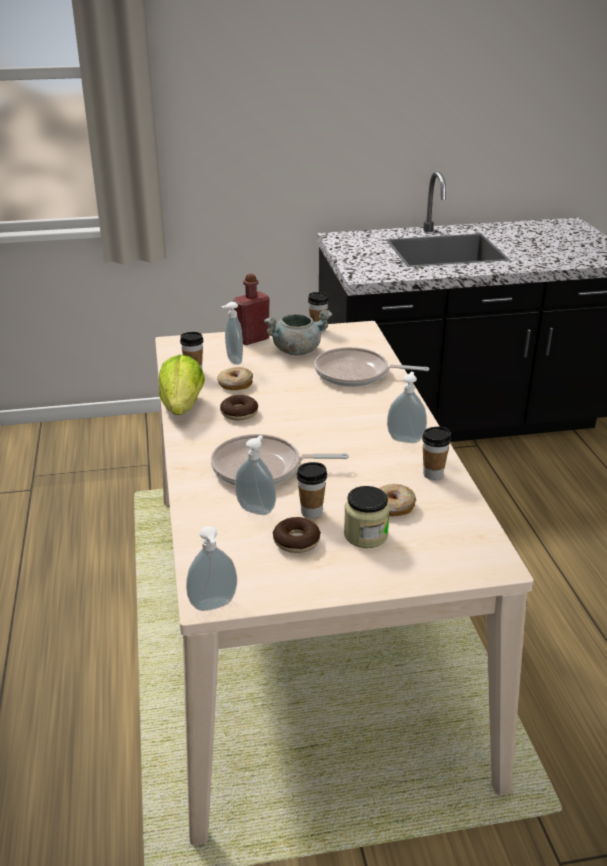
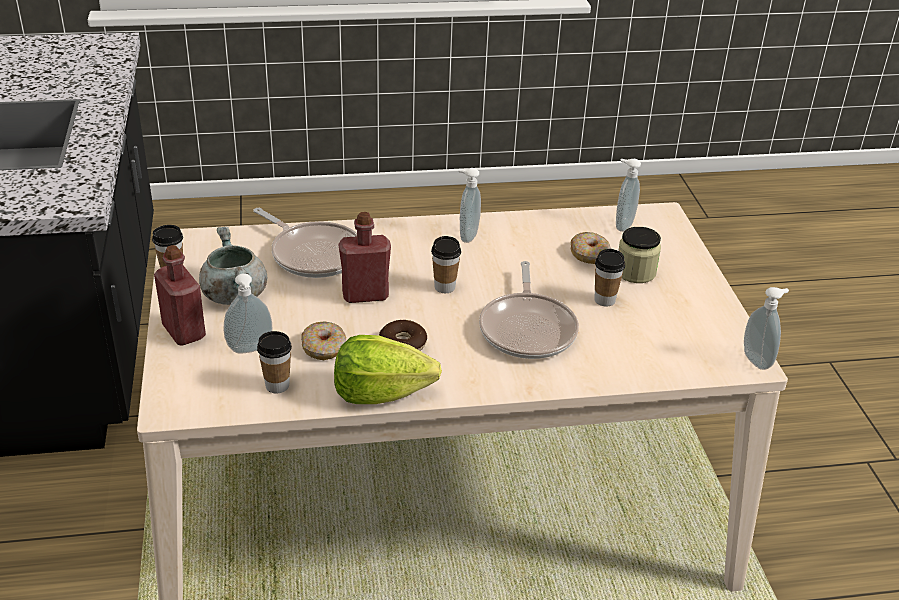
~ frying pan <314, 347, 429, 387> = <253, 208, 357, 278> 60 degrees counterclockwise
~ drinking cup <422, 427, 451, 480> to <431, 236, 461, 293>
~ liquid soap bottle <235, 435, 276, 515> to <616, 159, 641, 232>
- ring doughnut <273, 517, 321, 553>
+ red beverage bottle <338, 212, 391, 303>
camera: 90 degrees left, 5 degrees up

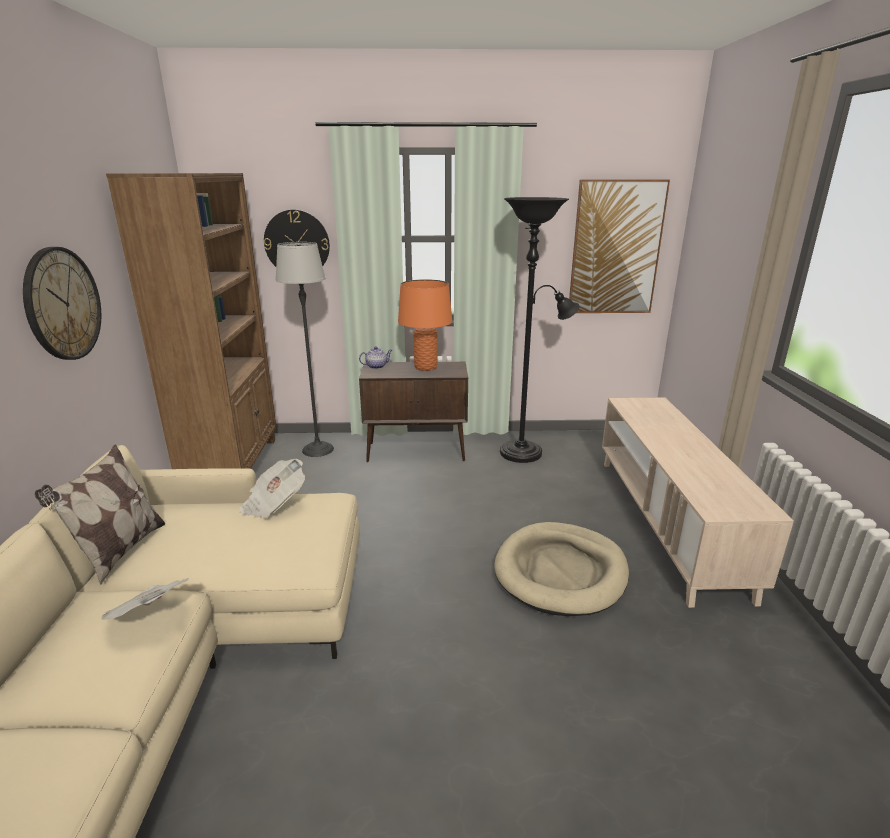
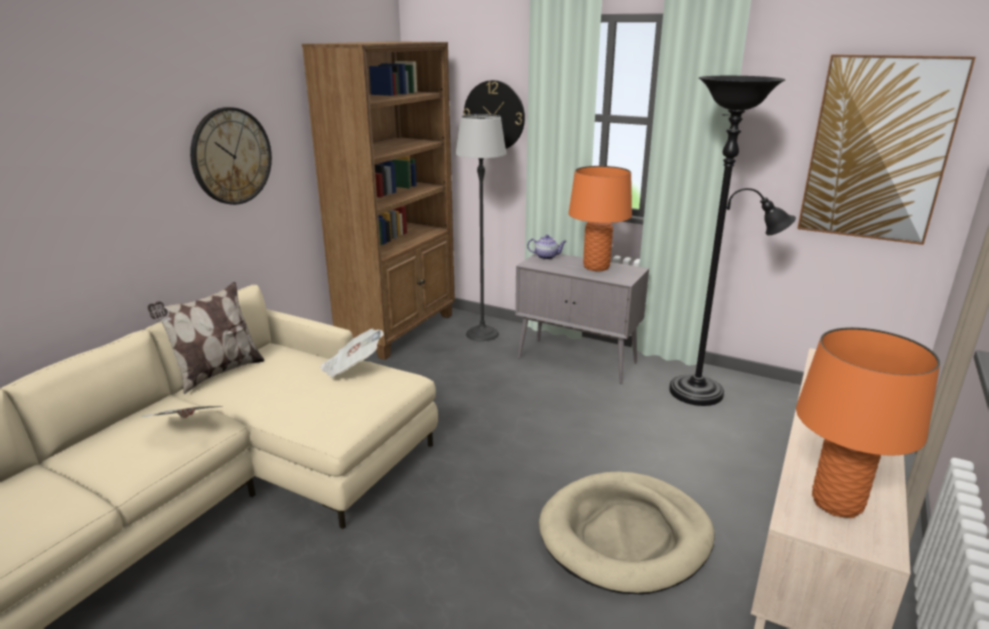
~ brown-coloured cupboard <359, 362, 468, 462> to greyish cupboard <515, 254, 649, 384>
+ orange lamp for a table <796, 327, 940, 518>
camera: 30 degrees right, 0 degrees up

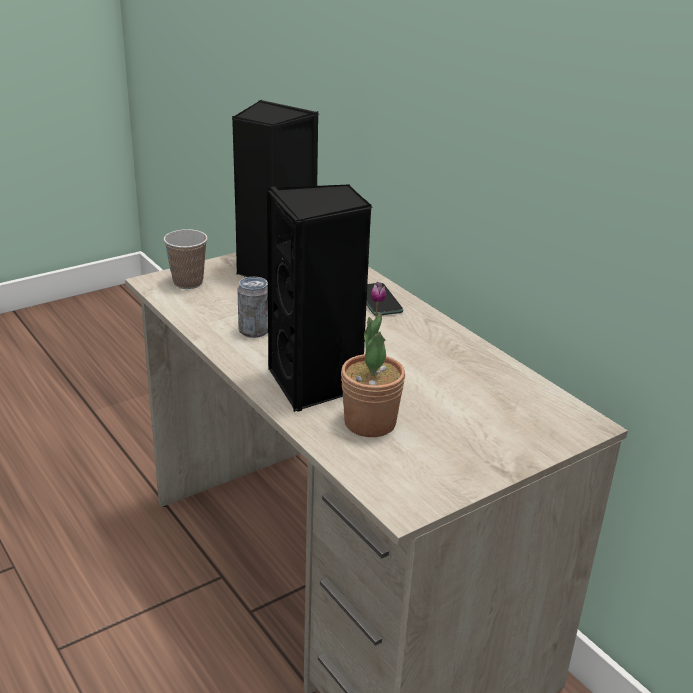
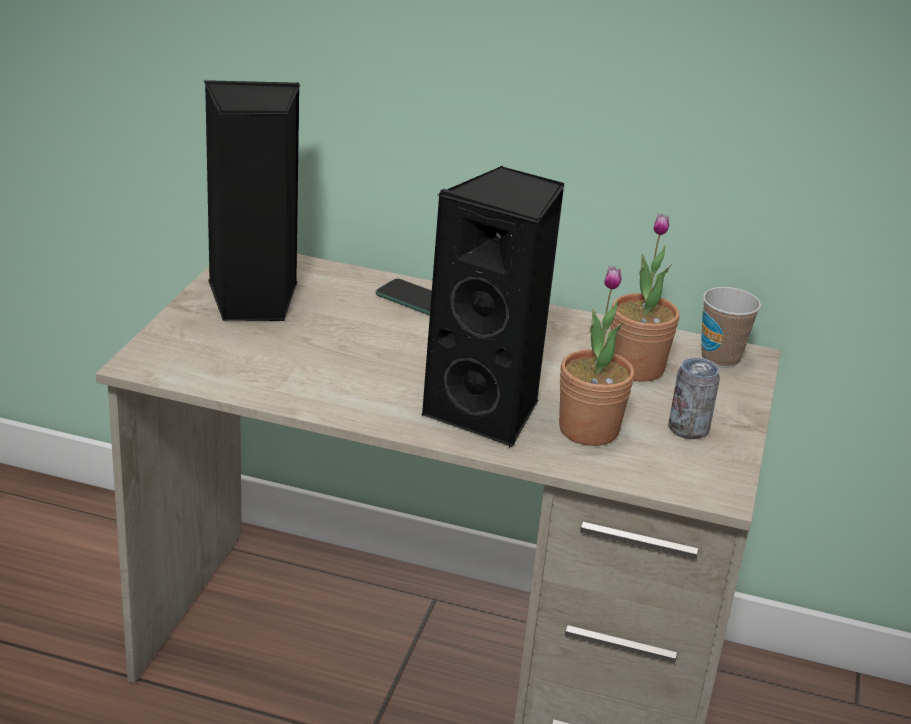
~ drinking cup <164, 229, 208, 289> to <701, 287, 761, 368>
~ metal can <237, 277, 268, 338> to <668, 358, 720, 439>
+ plant in a pot <610, 213, 680, 382>
camera: 40 degrees left, 0 degrees up

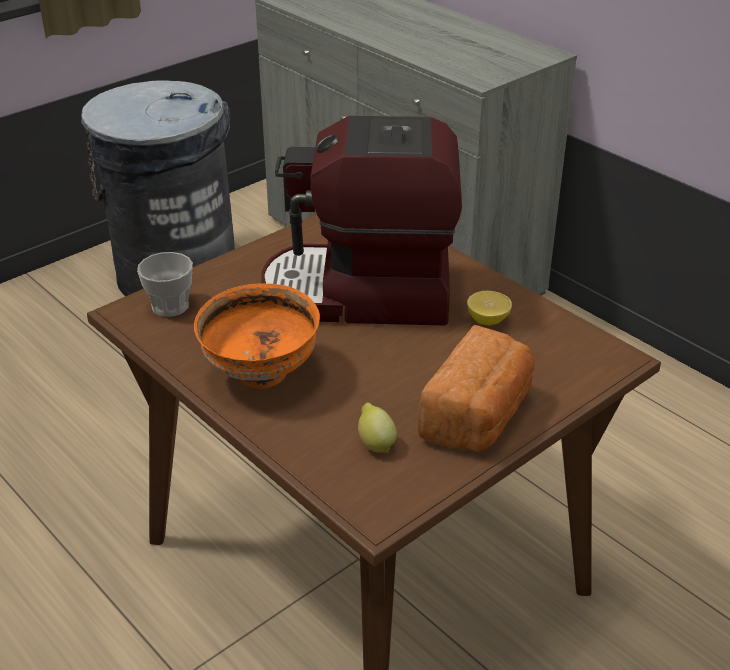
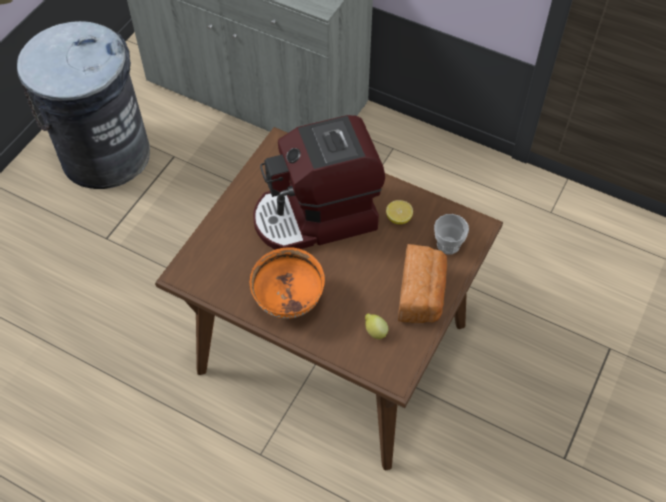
~ drinking cup <137, 252, 193, 317> to <434, 214, 469, 255>
camera: 20 degrees left, 20 degrees up

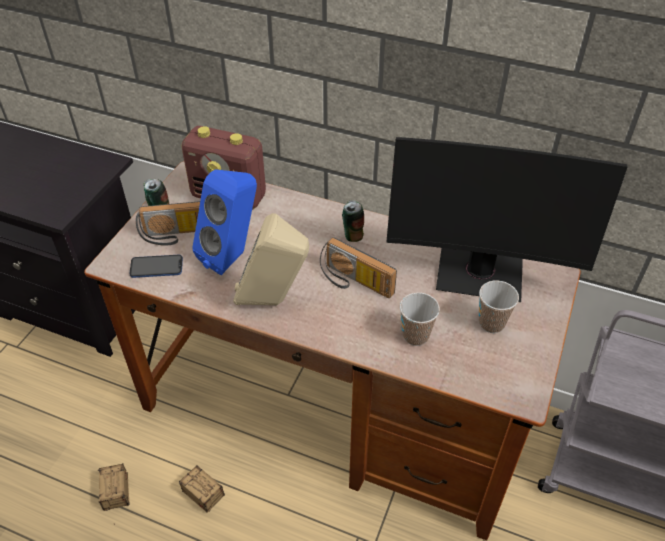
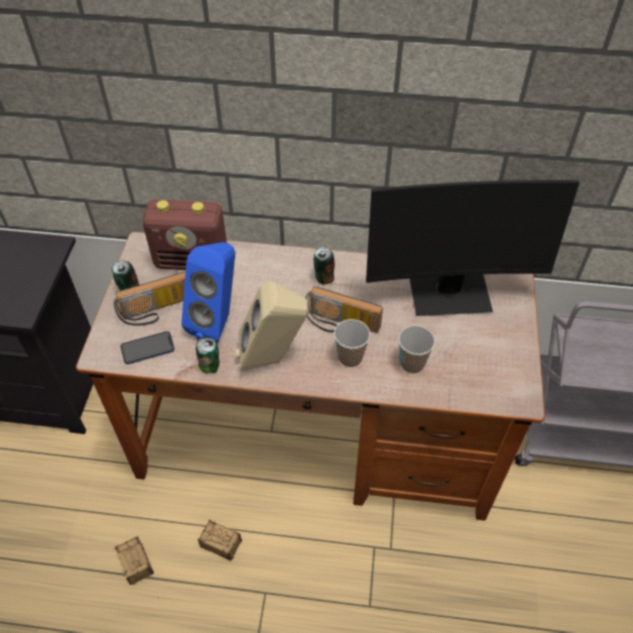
~ drinking cup <479, 280, 519, 333> to <334, 319, 370, 367>
+ metal can <196, 337, 220, 373>
camera: 15 degrees left, 5 degrees up

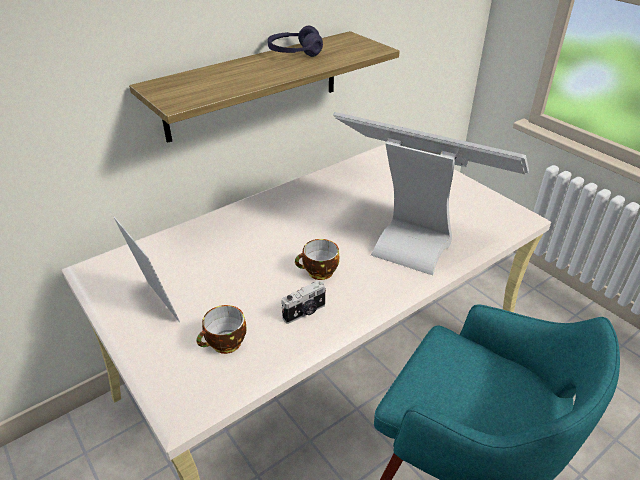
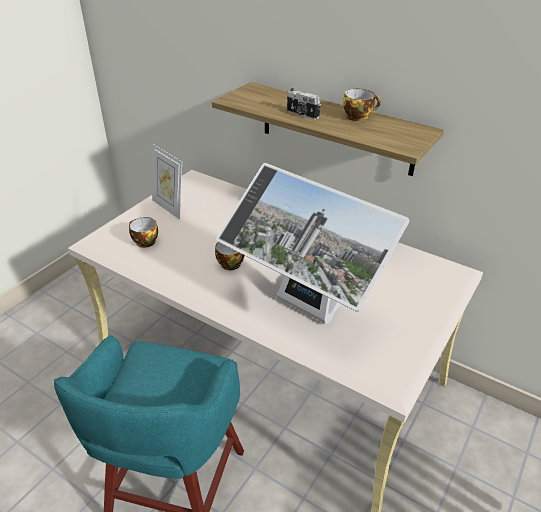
~ purple-coloured headset <268, 26, 323, 57> to drinking cup <343, 89, 381, 121>
~ monitor <333, 112, 529, 275> = <216, 163, 410, 324> 120 degrees clockwise
~ picture frame <113, 216, 180, 323> = <152, 144, 182, 219> 105 degrees clockwise
~ still camera <281, 280, 326, 324> to <287, 88, 321, 120>
camera: 70 degrees right, 0 degrees up

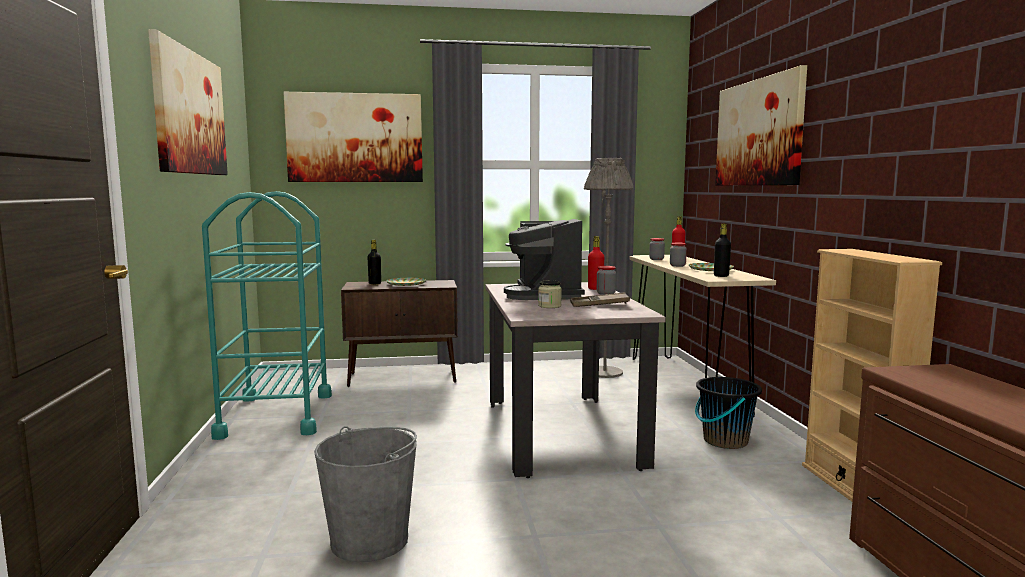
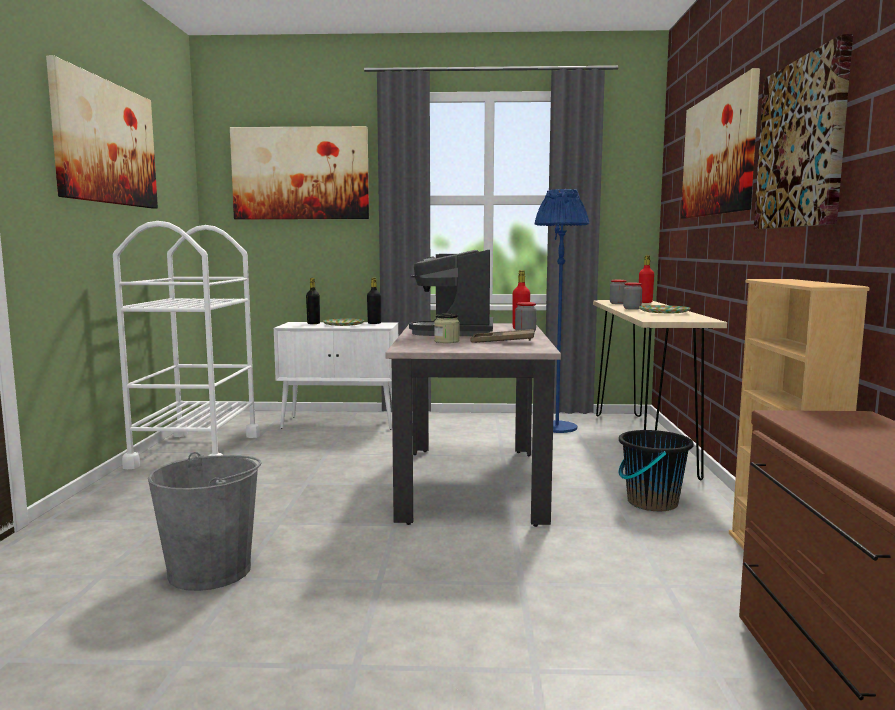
~ greyish floor lamp <584, 158, 633, 378> to blue floor lamp <535, 189, 590, 433>
~ turquoise-coloured trolley <202, 191, 332, 440> to white-coloured trolley <113, 221, 260, 469>
~ blackish beverage bottle <714, 224, 731, 277> to <367, 278, 381, 324>
~ brown-coloured cupboard <341, 280, 458, 387> to white-coloured cupboard <274, 322, 398, 430>
+ wall picture <754, 34, 853, 229>
camera: 10 degrees right, 0 degrees up

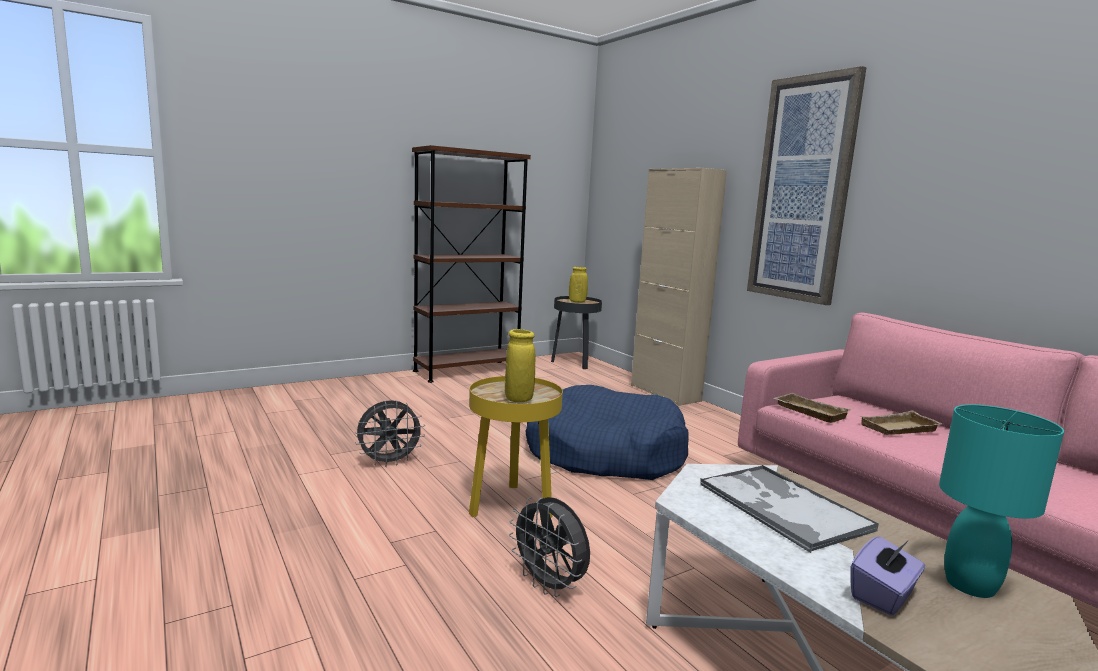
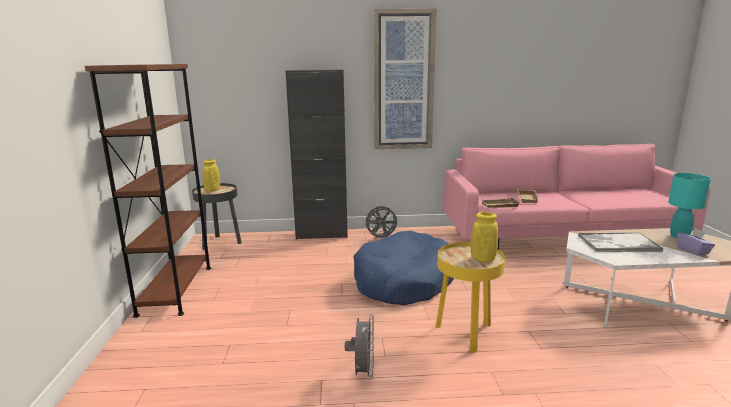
~ beige-coloured cupboard <631, 168, 727, 406> to blackish cupboard <286, 69, 348, 240>
~ greyish electric fan <509, 497, 590, 597> to <365, 206, 400, 239>
camera: 60 degrees left, 5 degrees up

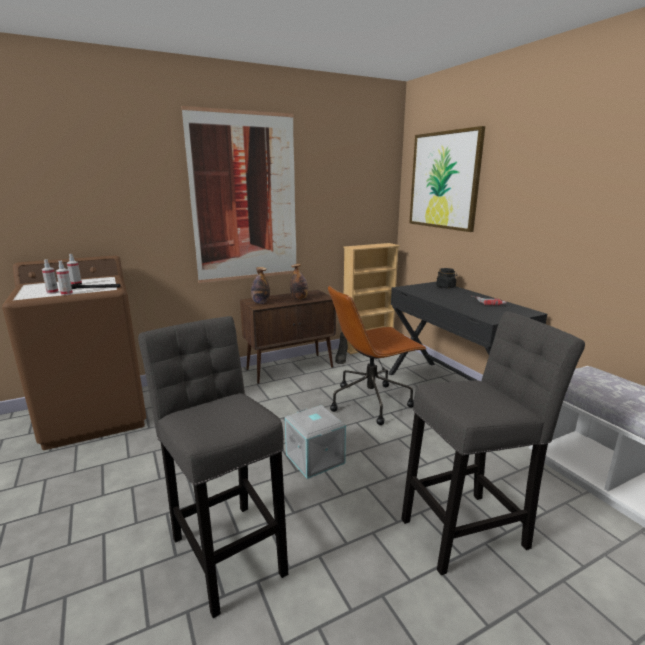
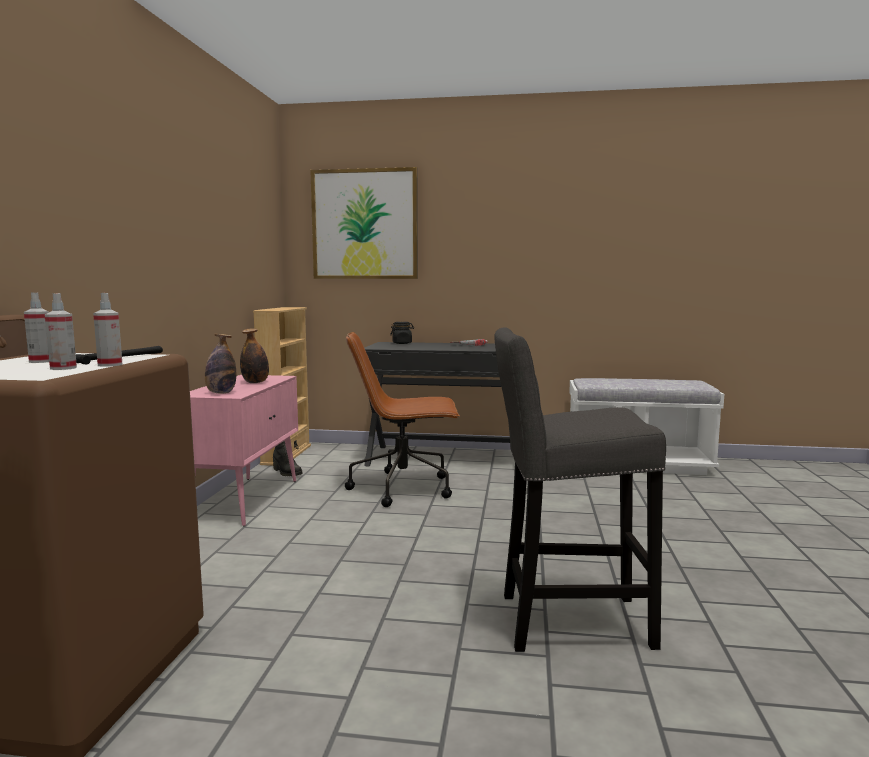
- wall picture <181, 106, 296, 283>
~ brown-coloured office chair <328, 285, 427, 425> = <345, 332, 460, 507> 75 degrees clockwise
~ brown-coloured cupboard <240, 290, 336, 384> to pink-coloured cupboard <190, 375, 298, 527>
- greyish stool seat <401, 311, 585, 575>
- greyish storage box <285, 405, 346, 479>
camera: 55 degrees left, 10 degrees down

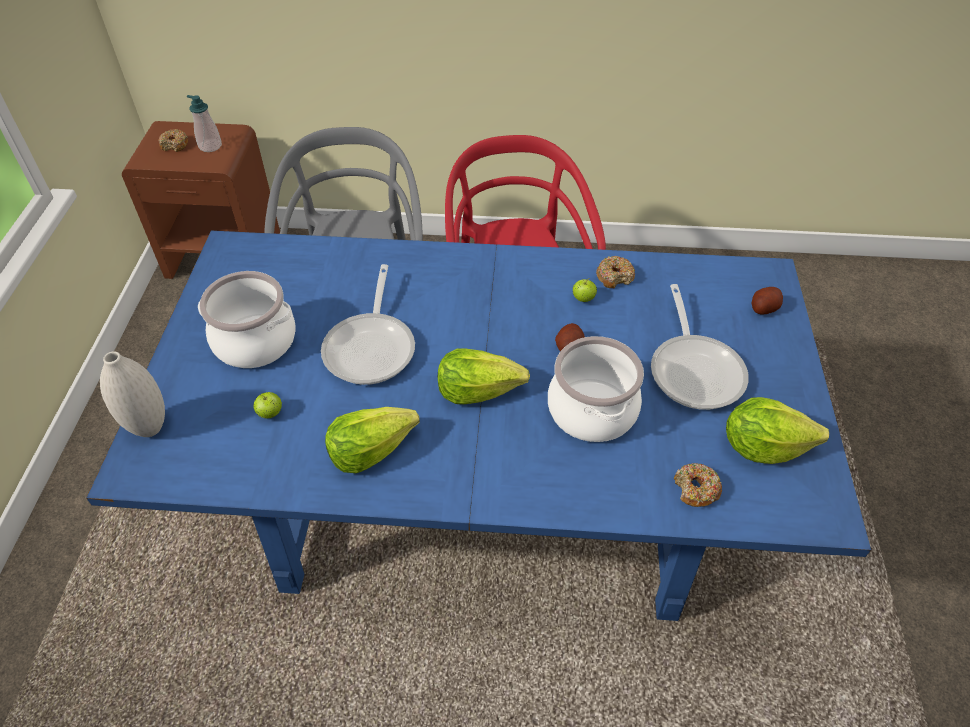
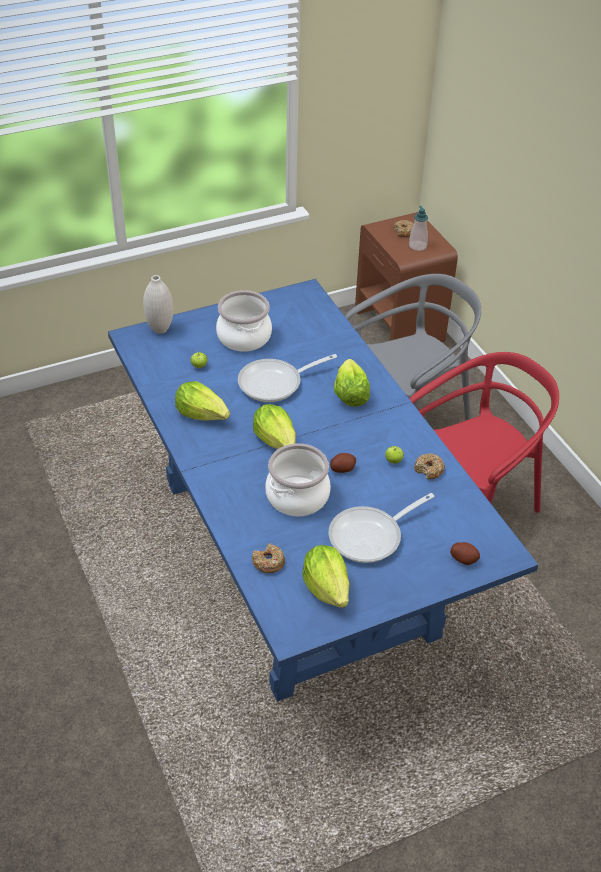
+ lettuce head <334, 359, 370, 407>
camera: 60 degrees right, 5 degrees down

